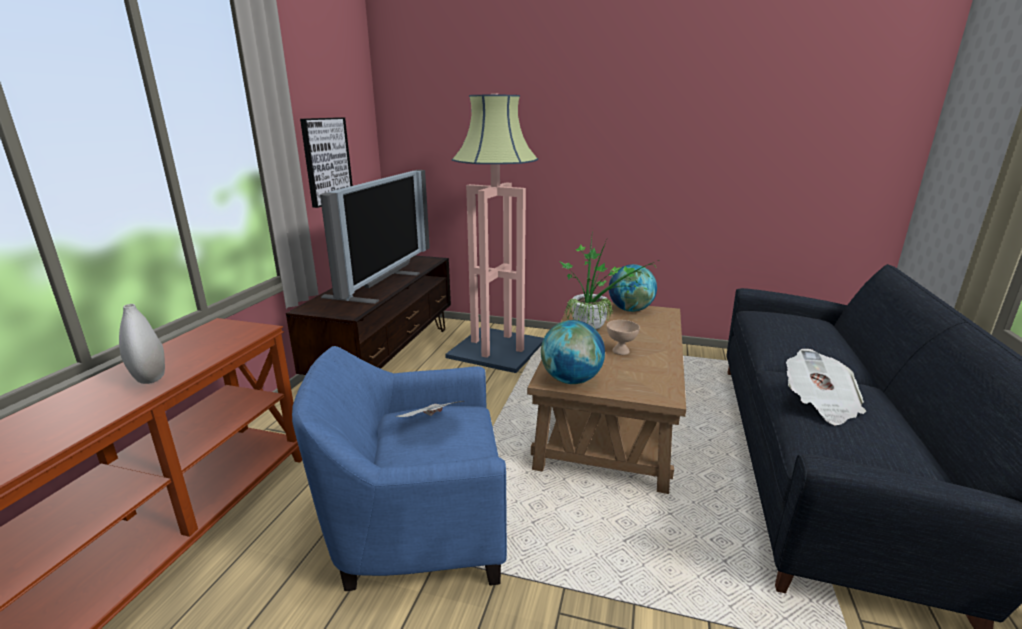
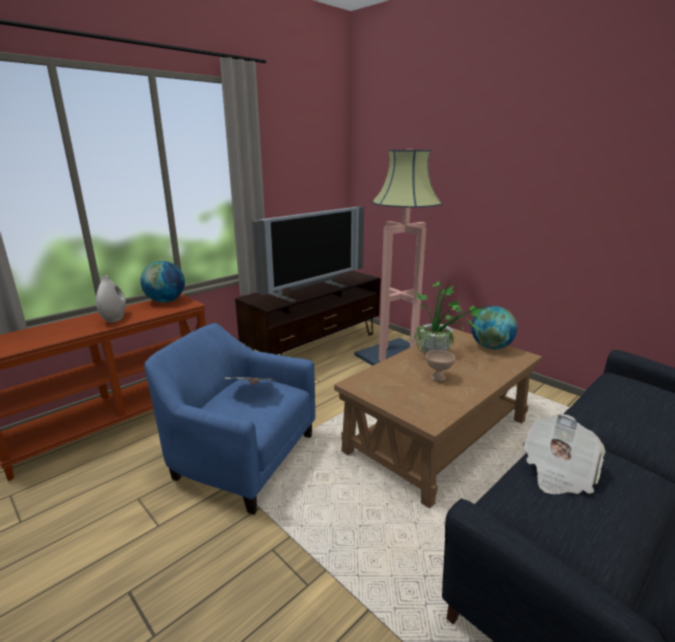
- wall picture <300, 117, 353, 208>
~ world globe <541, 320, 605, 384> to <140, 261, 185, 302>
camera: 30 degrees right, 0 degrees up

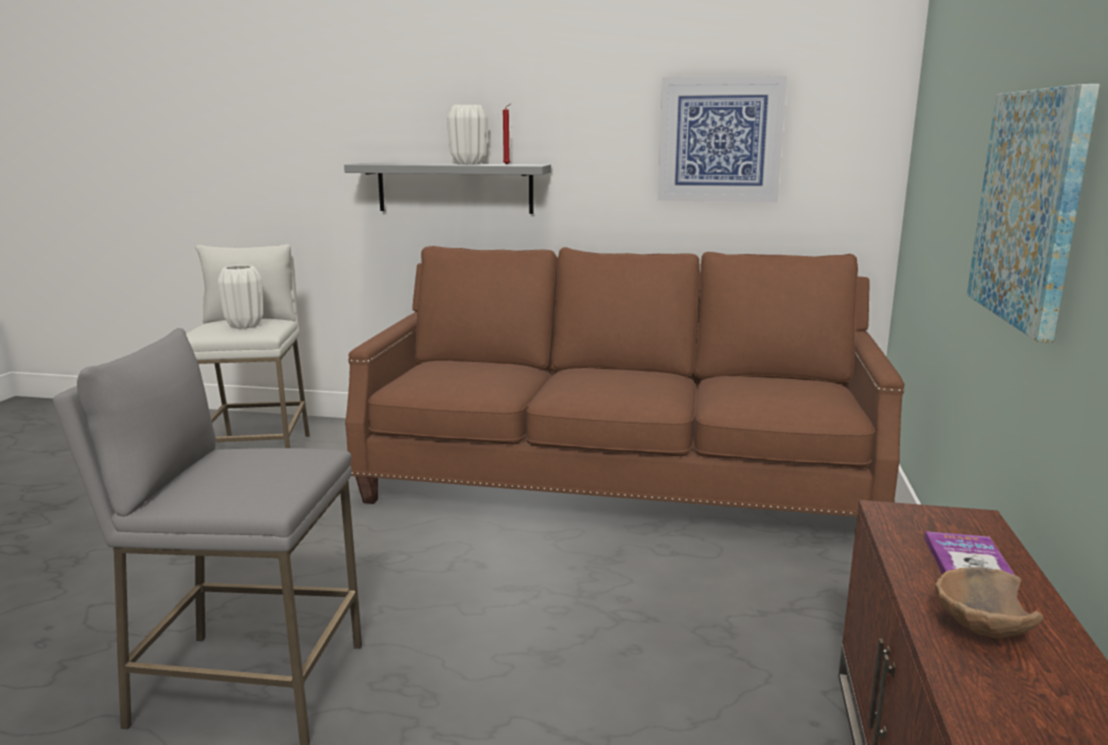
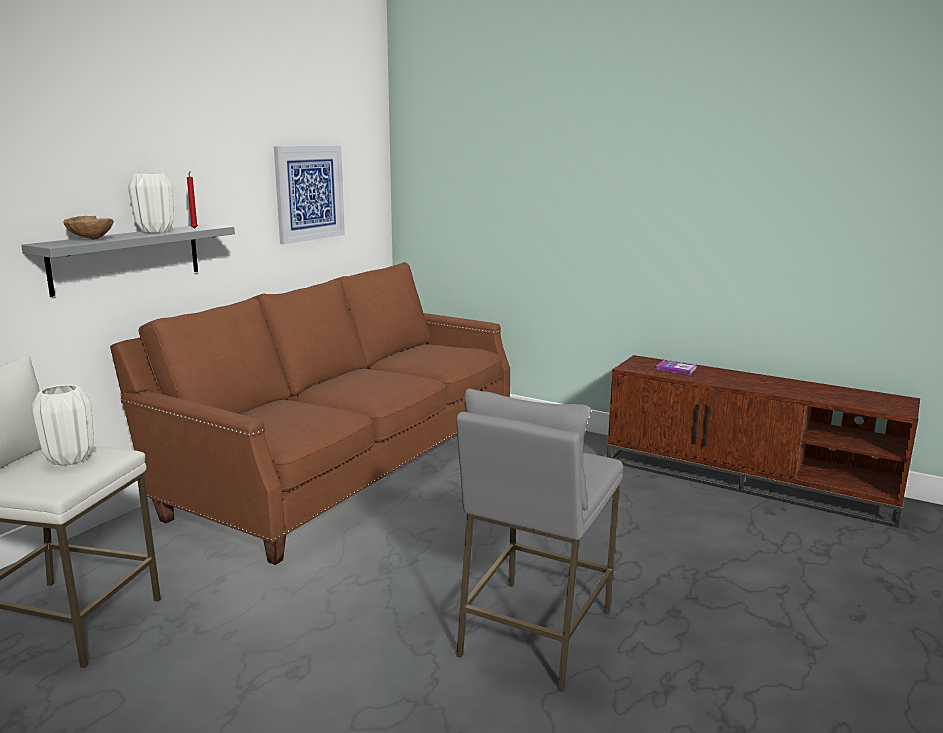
- wall picture <967, 84, 1100, 343>
~ brown-coloured serving bowl <935, 567, 1043, 639> to <63, 216, 114, 240>
camera: 70 degrees left, 0 degrees up

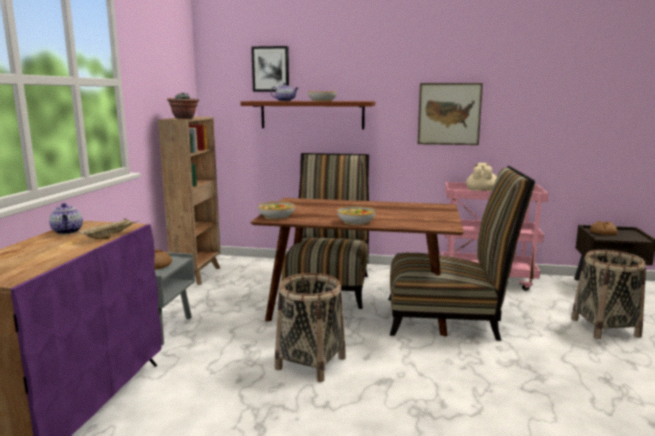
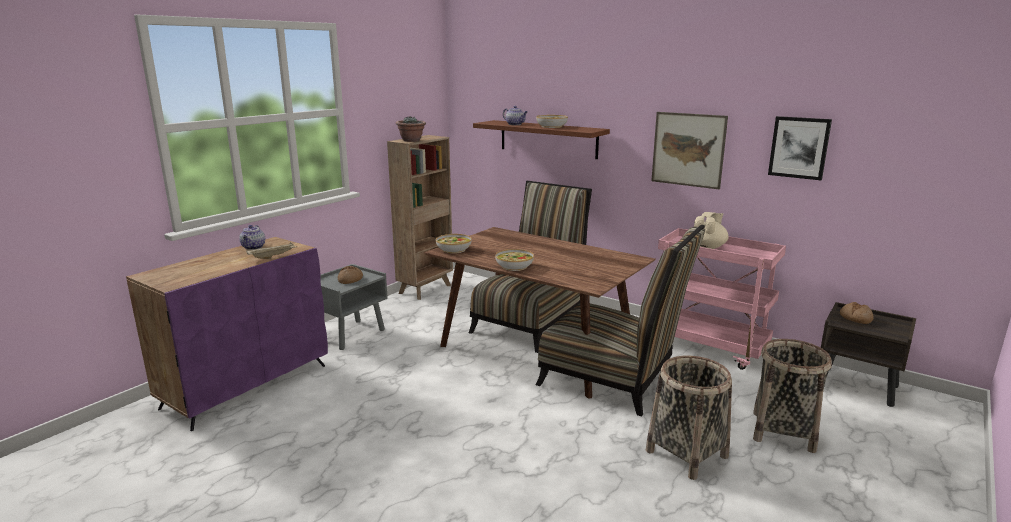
~ wall picture <251, 46, 289, 92> to <768, 116, 832, 180>
~ basket <275, 273, 346, 382> to <646, 356, 732, 480>
camera: 25 degrees right, 5 degrees up

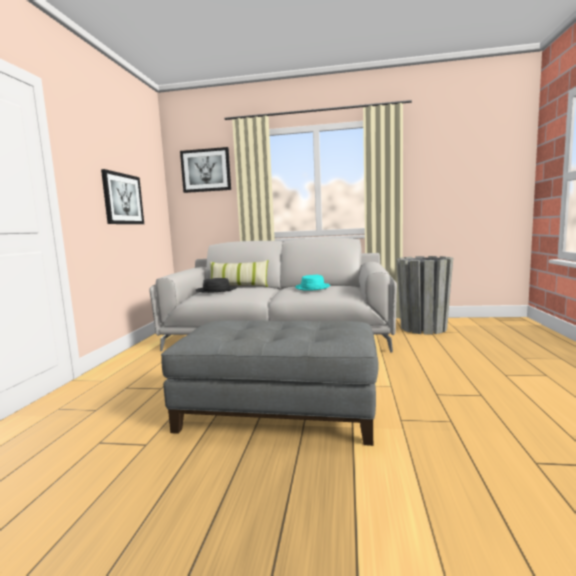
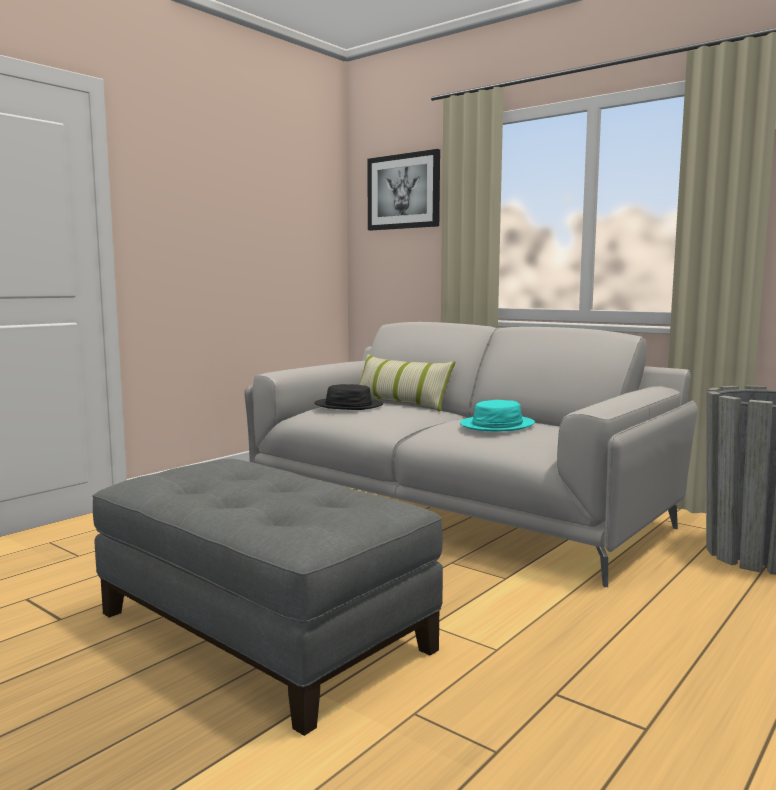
- wall picture <101, 169, 144, 224>
camera: 30 degrees right, 0 degrees up

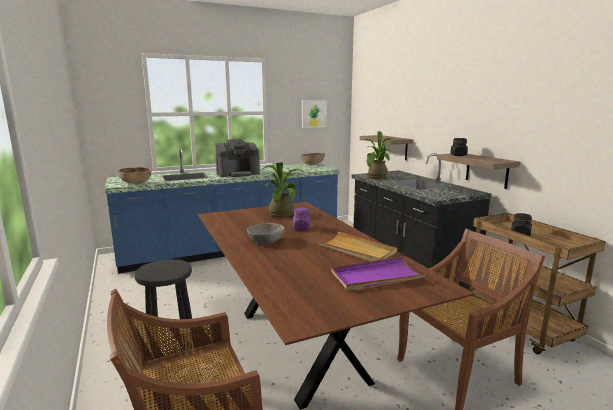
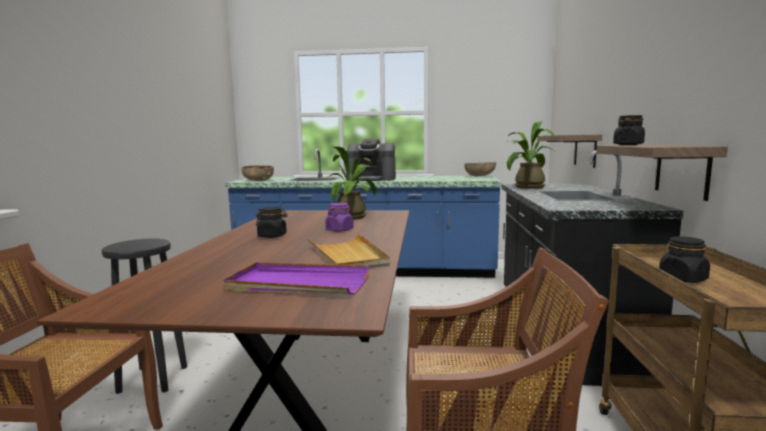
- wall picture <302, 100, 327, 128>
~ greyish serving bowl <247, 223, 285, 244> to blackish jar <256, 207, 288, 238>
camera: 30 degrees right, 5 degrees down

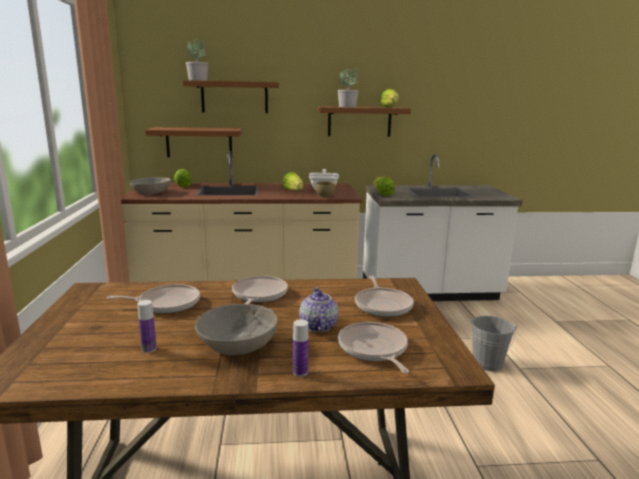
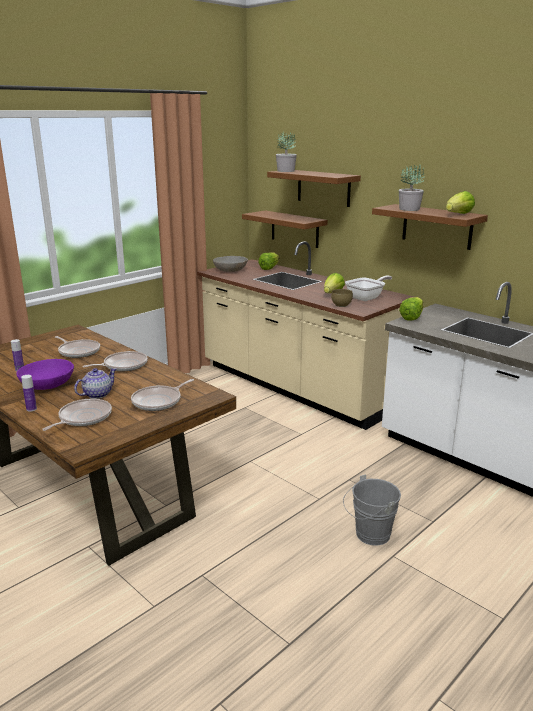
~ greyish serving bowl <195, 304, 278, 355> to purple-coloured serving bowl <16, 359, 74, 390>
camera: 50 degrees right, 5 degrees up

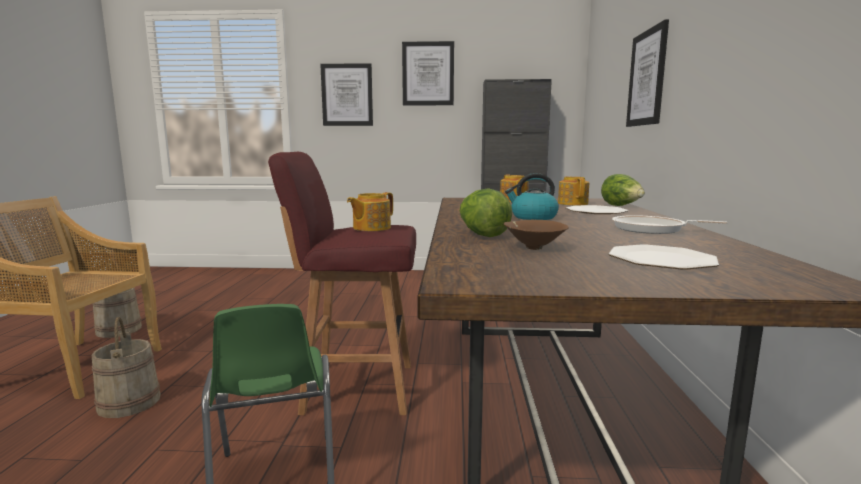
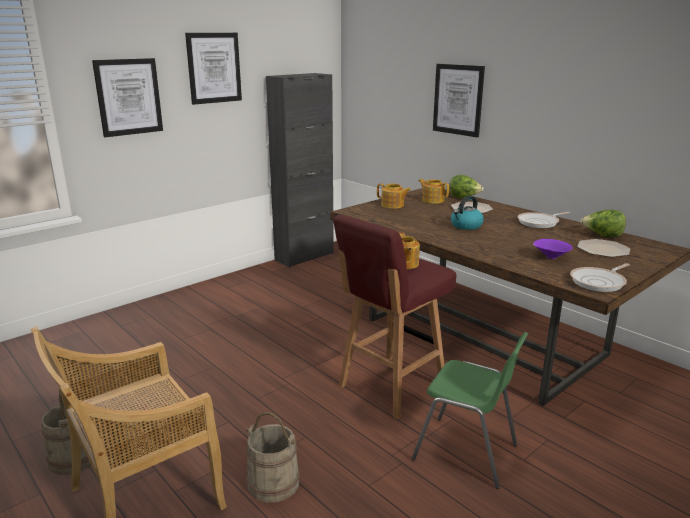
~ lettuce head <460, 188, 512, 237> to <580, 210, 626, 237>
~ brown-coloured serving bowl <503, 220, 569, 250> to purple-coloured serving bowl <533, 239, 572, 259>
+ frying pan <570, 263, 630, 292>
camera: 45 degrees left, 10 degrees up

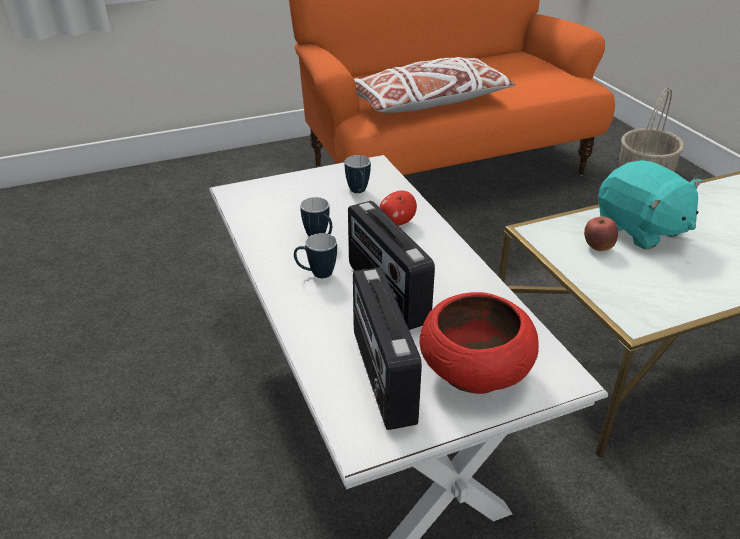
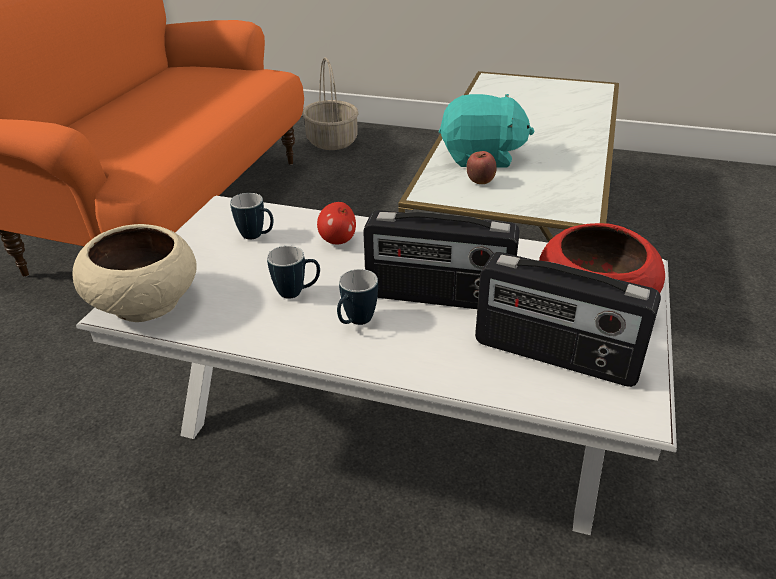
- white-coloured throw pillow <354, 57, 516, 113>
+ beige-coloured serving bowl <72, 224, 197, 322>
camera: 50 degrees left, 0 degrees up

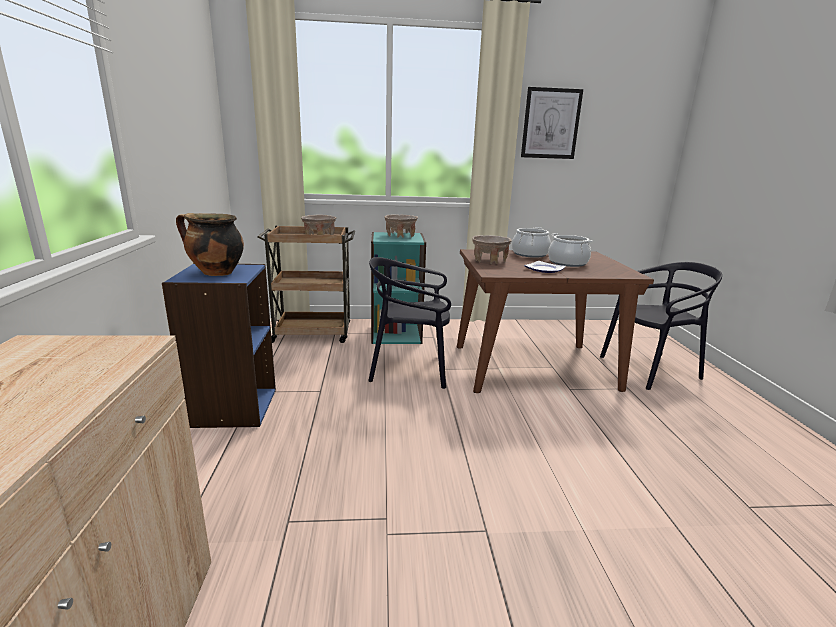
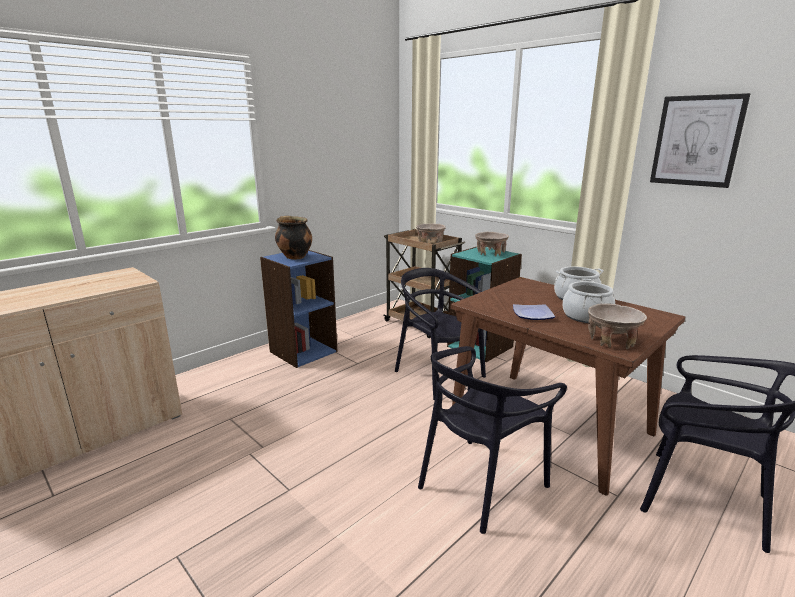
~ beige-coloured serving bowl <472, 235, 512, 264> to <588, 303, 647, 349>
+ blackish chair <418, 346, 567, 534>
camera: 50 degrees right, 0 degrees up

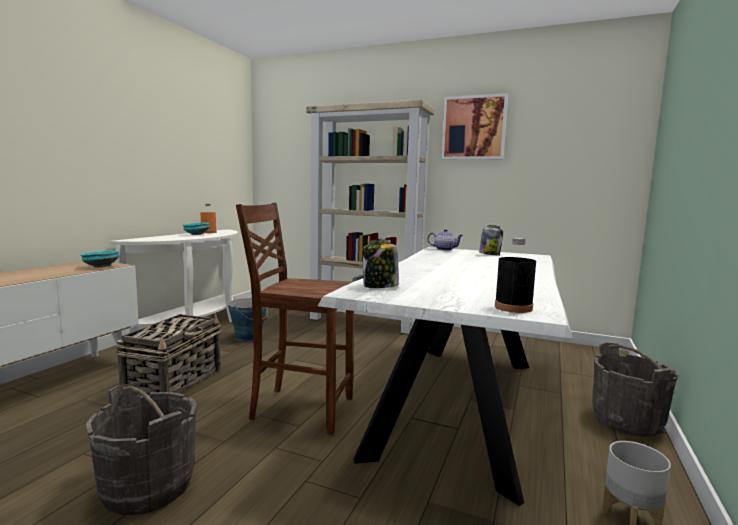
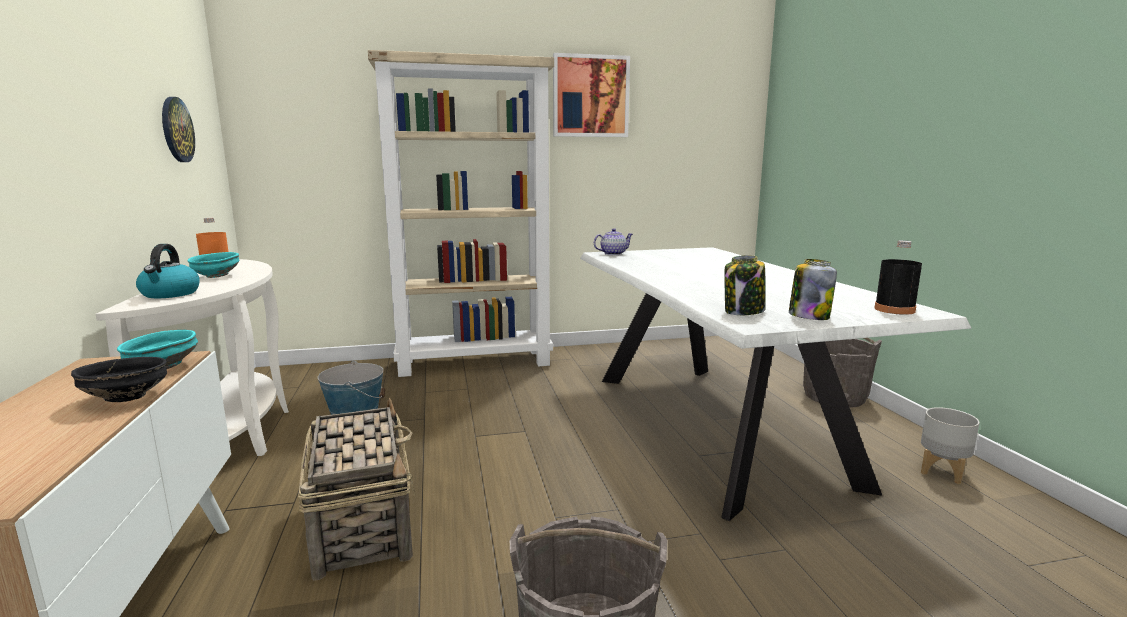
- brown-coloured chair <236, 203, 354, 435>
~ jar <479, 225, 503, 255> to <789, 259, 837, 320>
+ hanging clock <162, 97, 195, 162>
+ tea kettle <136, 244, 200, 298>
+ blackish serving bowl <71, 357, 167, 402>
camera: 35 degrees left, 5 degrees up

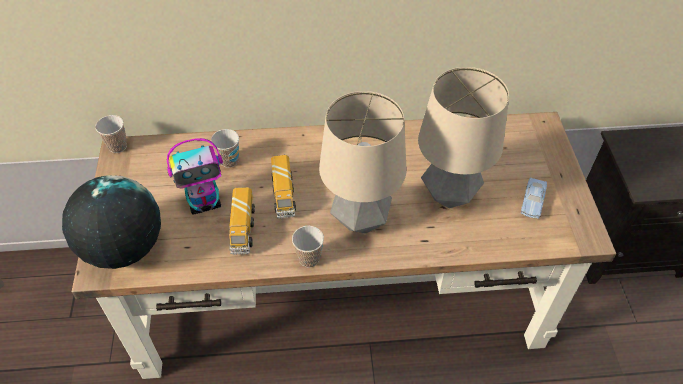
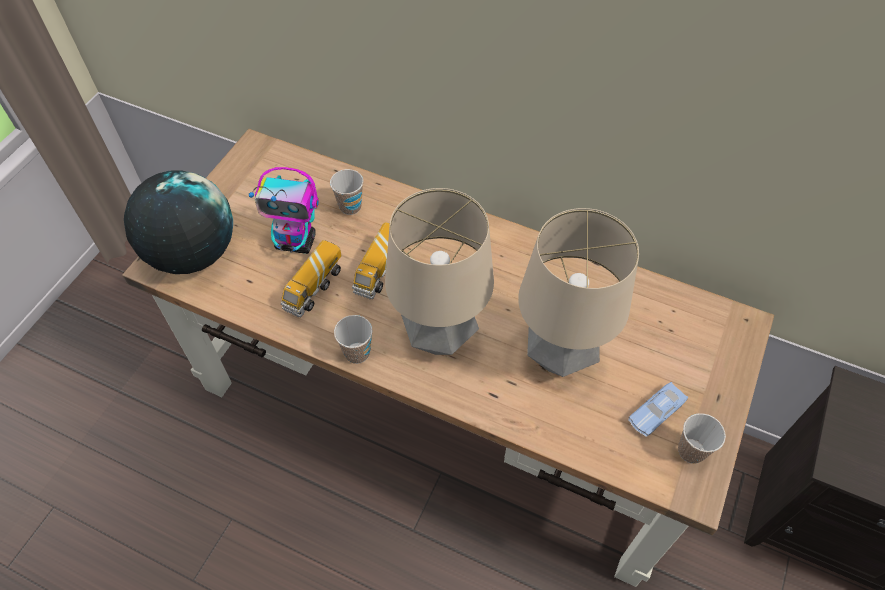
~ drinking cup <95, 115, 127, 153> to <678, 413, 726, 464>
camera: 30 degrees right, 5 degrees up

